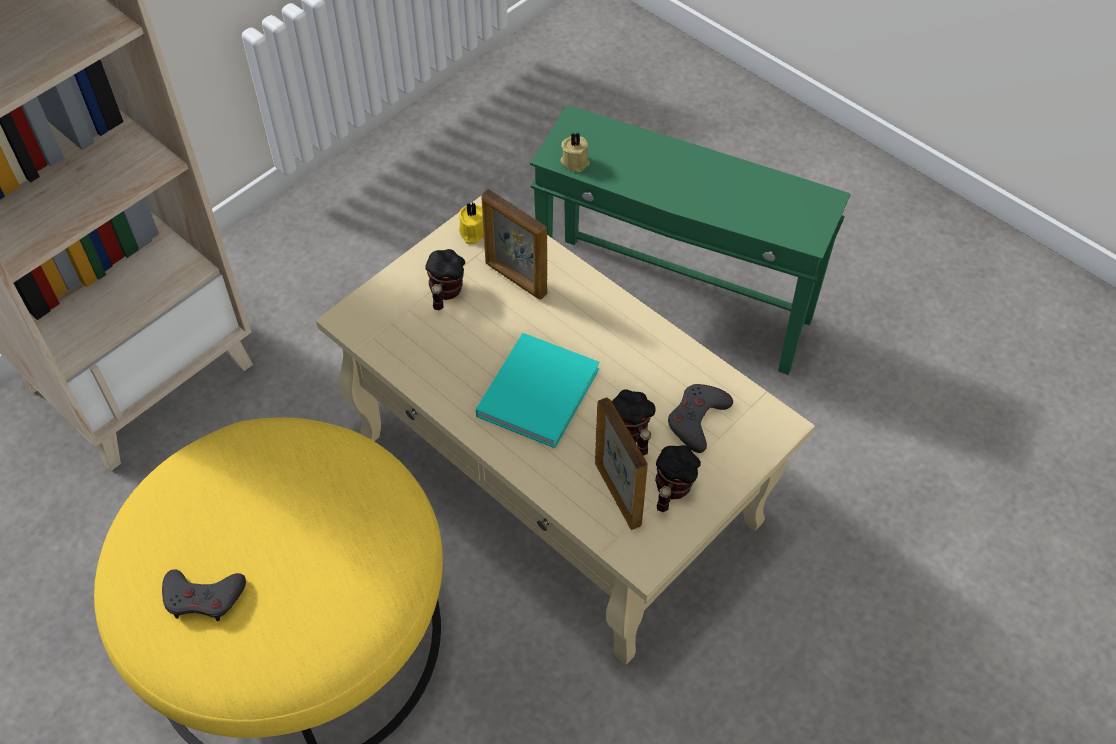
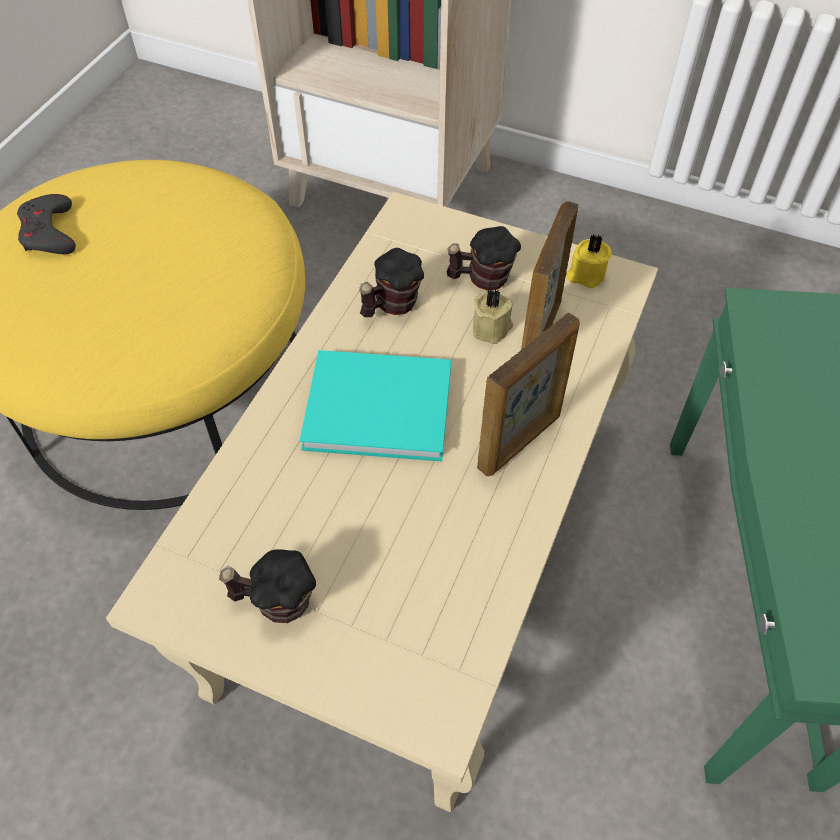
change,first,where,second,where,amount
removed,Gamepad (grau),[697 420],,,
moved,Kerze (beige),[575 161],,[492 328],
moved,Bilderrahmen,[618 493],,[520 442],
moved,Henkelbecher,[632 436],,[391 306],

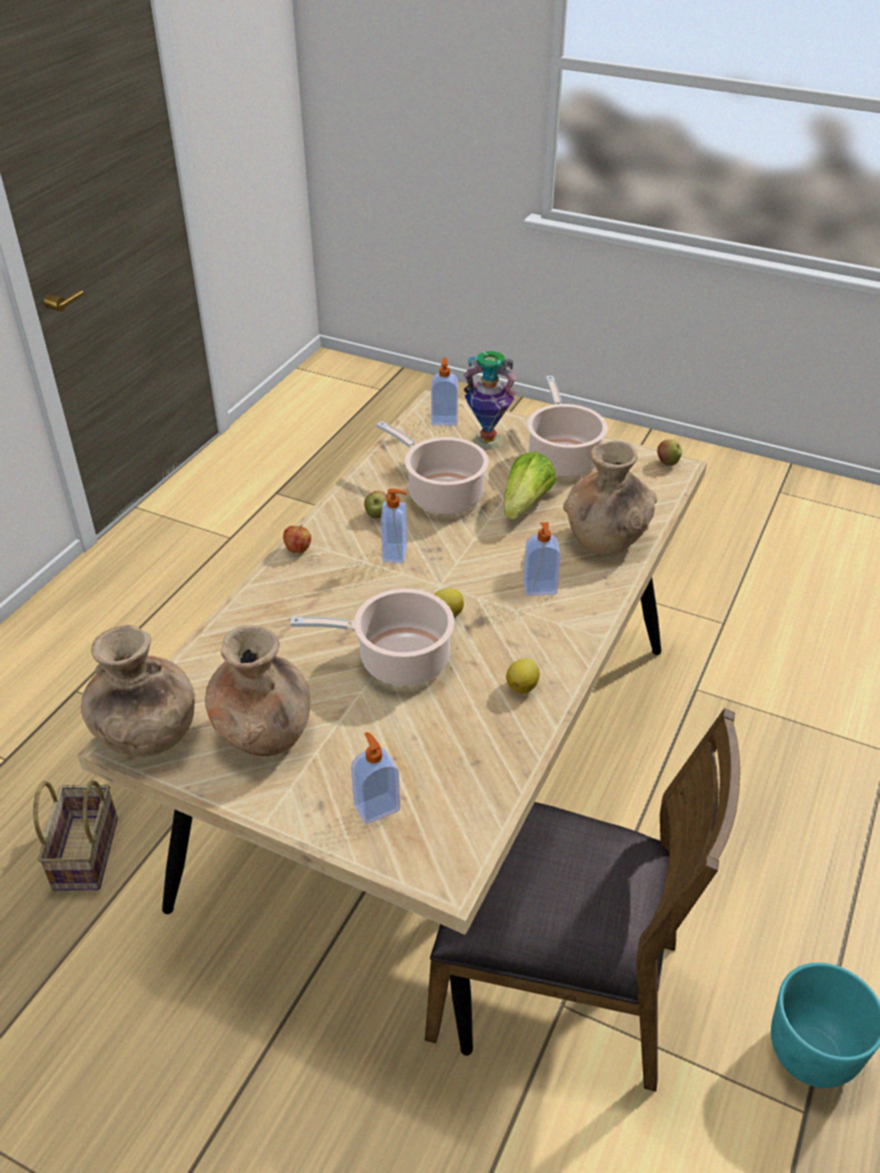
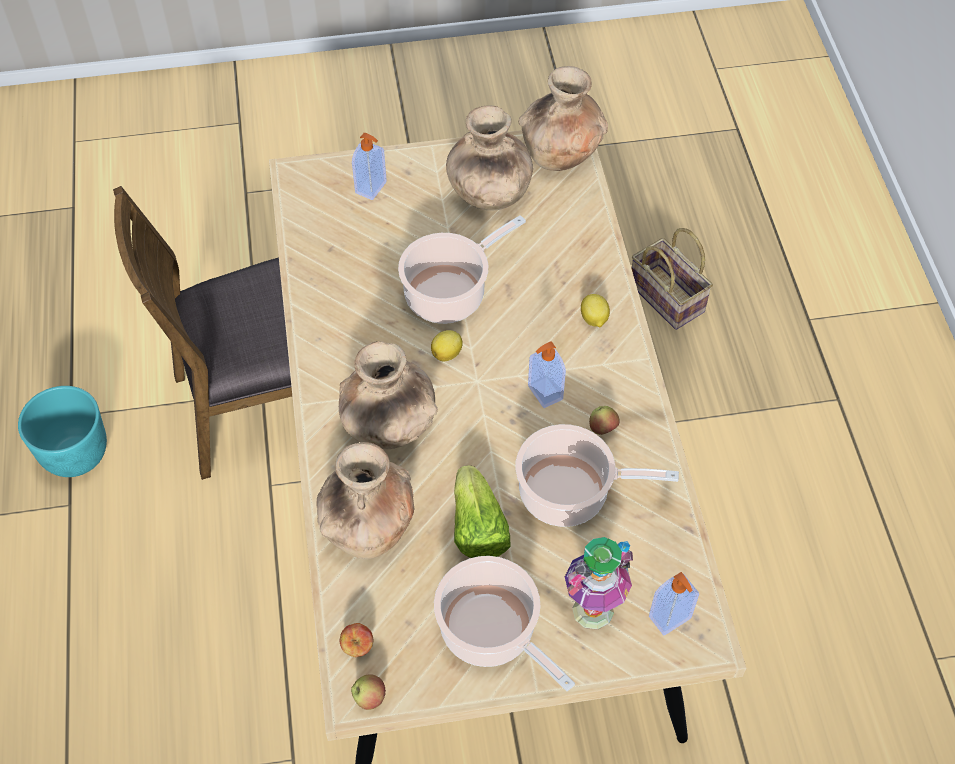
change,first,where,second,where,amount
moved,Apfel,[298 549],,[357 646],
moved,Zitrone,[523 686],,[594 319],
replaced,Seifenspender,[540 589],Vase (braun),[389 426],

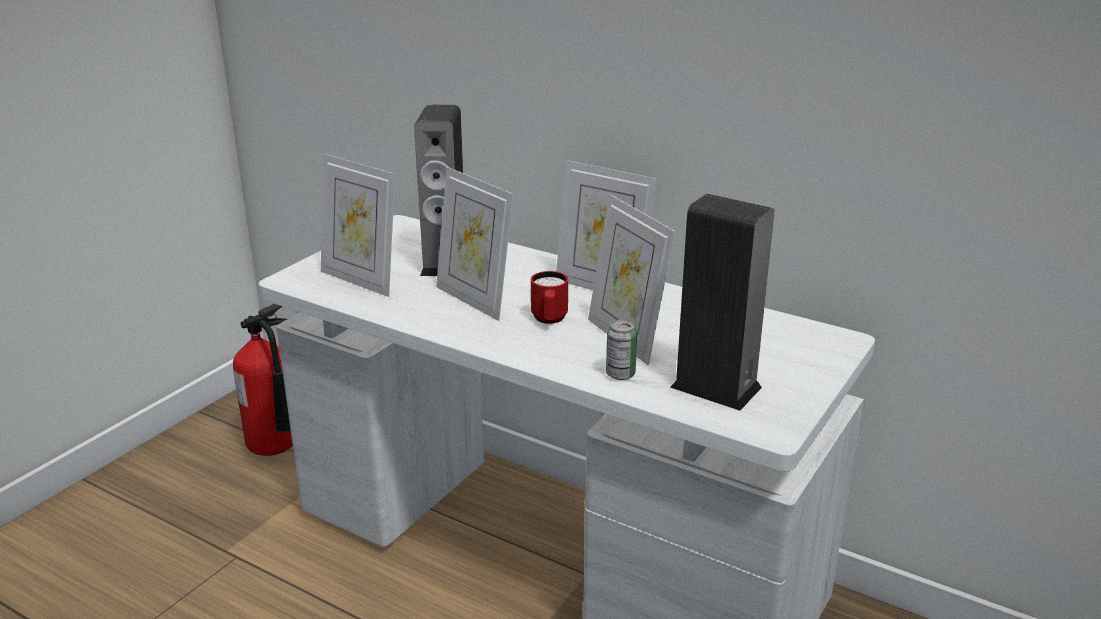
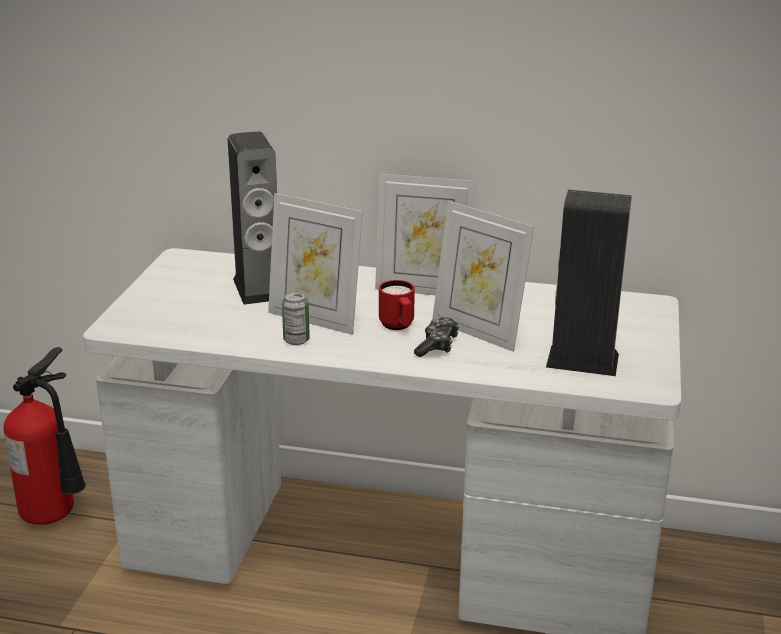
change,first,where,second,where,amount
removed,Bilderrahmen,[361 280],,,
added,,,Gamepad,[437 345],
moved,Dose,[620 374],,[296 340],

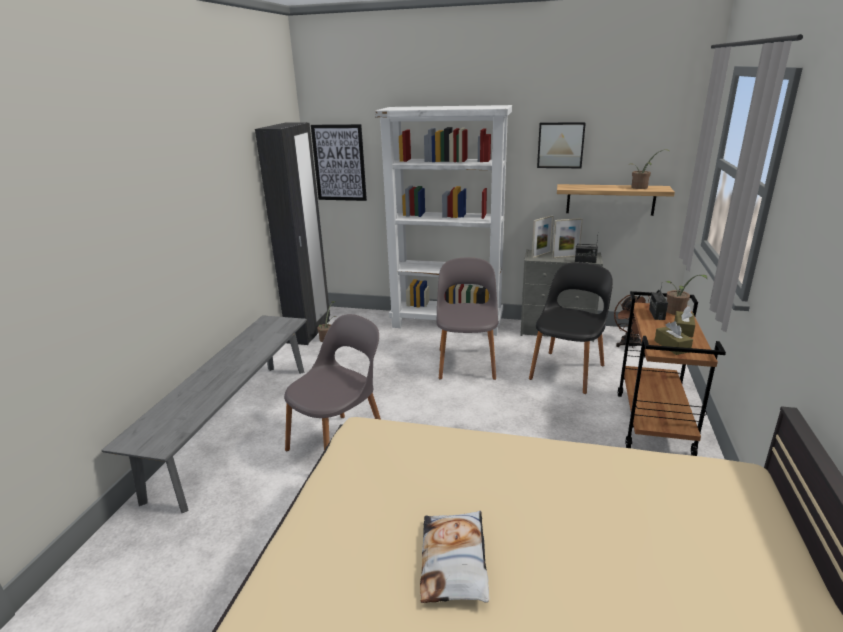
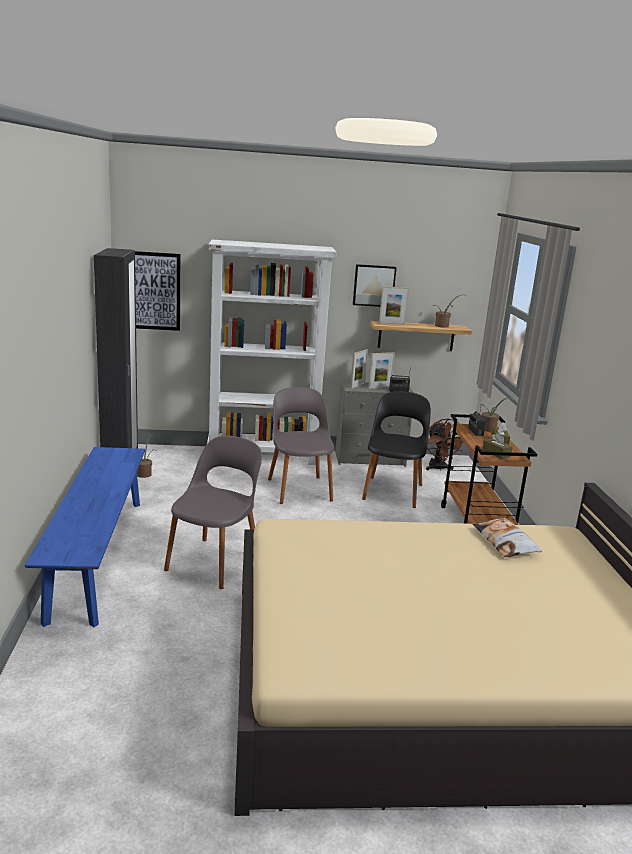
change,first,where,second,where,amount
added,,,Bilderrahmen,[391 323],
moved,Kissen,[455 561],,[505 542],
recoloured,Bank (grau),[235 426],Bank (blau),[97 555],

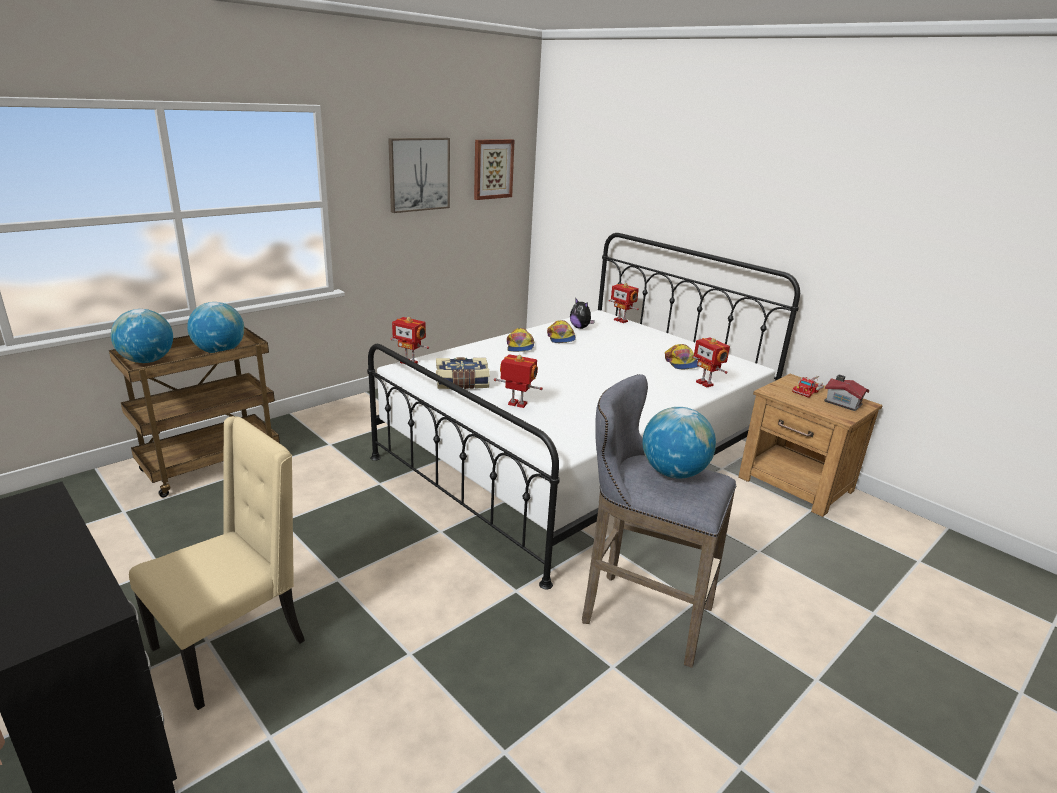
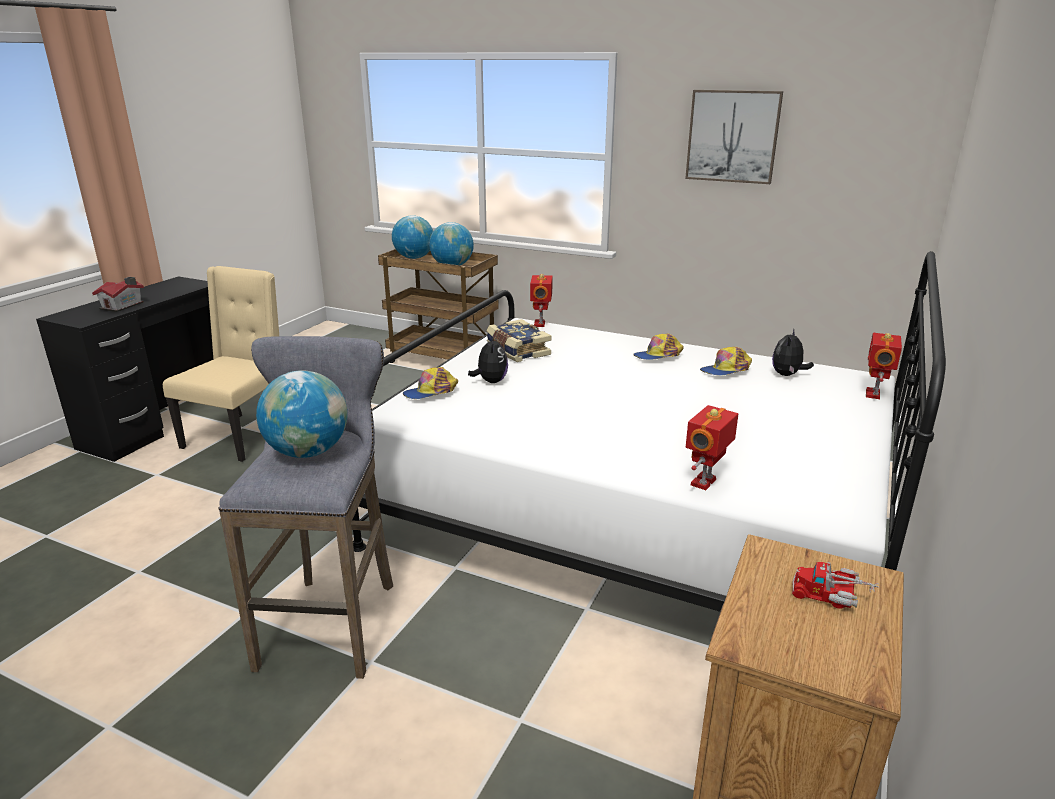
change,first,where,second,where,amount
removed,Bild,[492 169],,,
moved,Kappe,[681 363],,[431 393],
moved,Spielzeughaus,[842 402],,[124 306],
replaced,Spielzeugroboter,[517 404],Plüschtier,[490 381],
turned,Stuhl (beige),[233 644],,[240 436],90 degrees counterclockwise

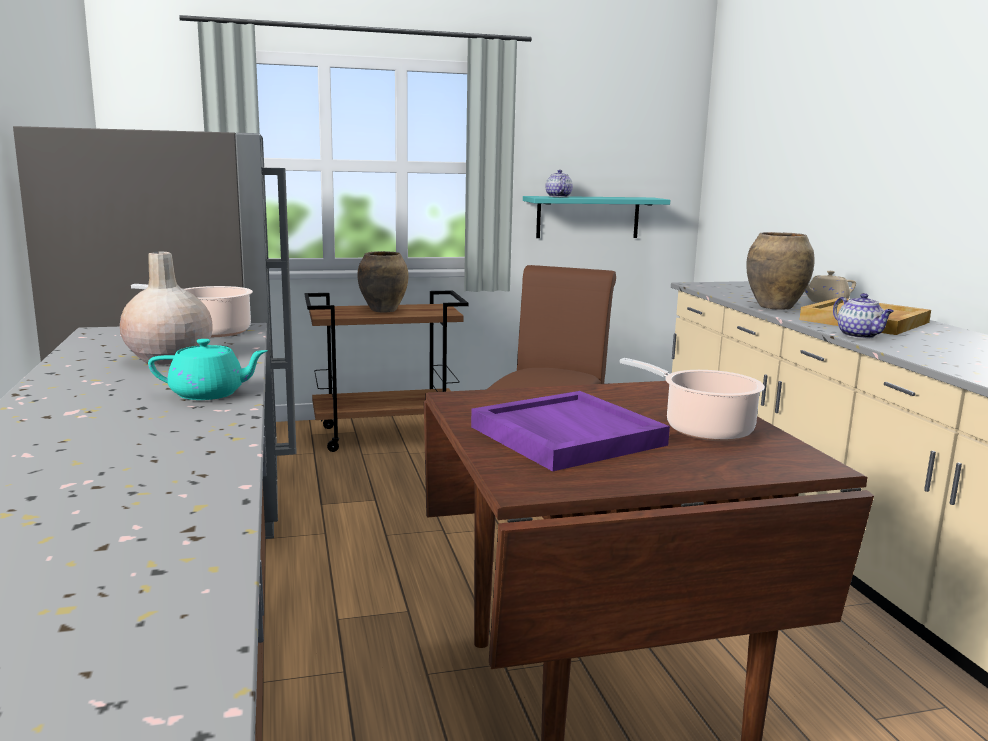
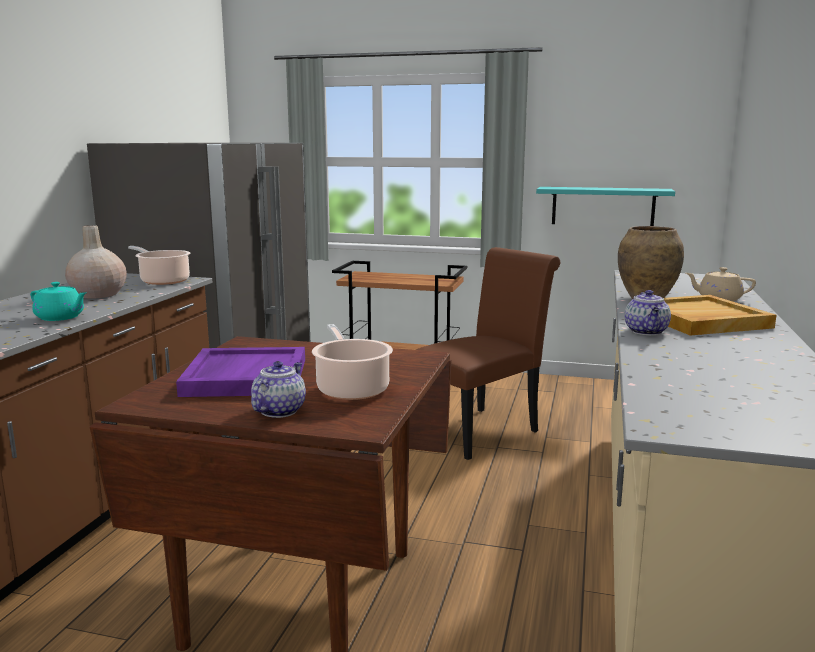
change,first,where,second,where,amount
removed,Vase (braun),[384 310],,,
moved,Teekanne,[558 196],,[279 410],

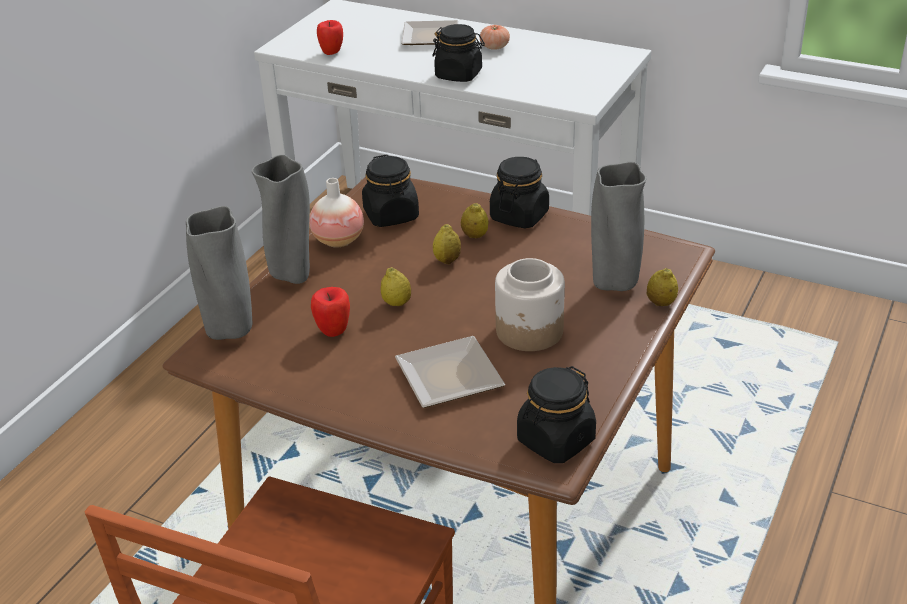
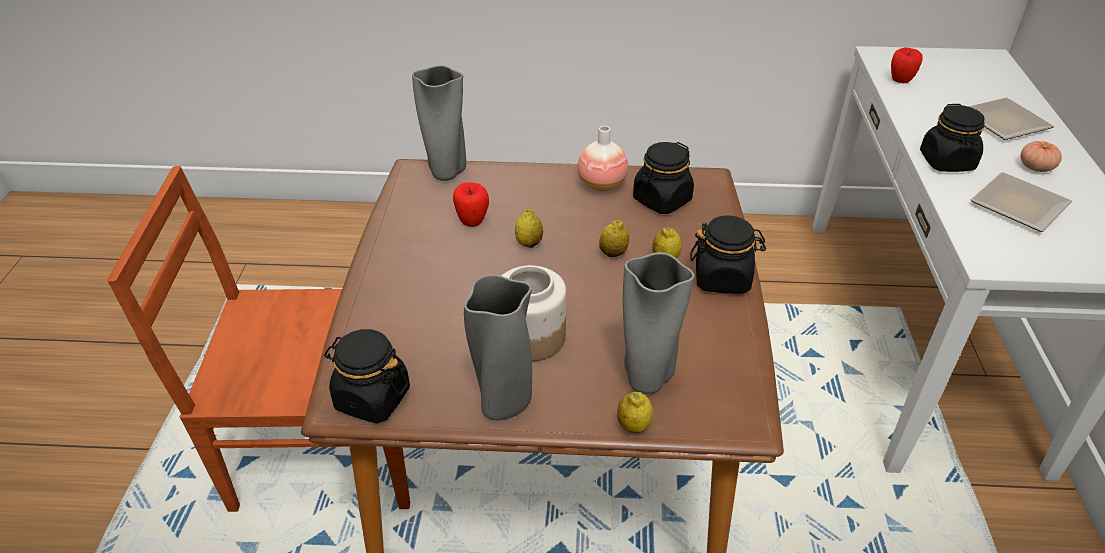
change,first,where,second,where,amount
moved,Vase (grau),[293 275],,[504 404],
moved,Teller,[453 377],,[1020 208],

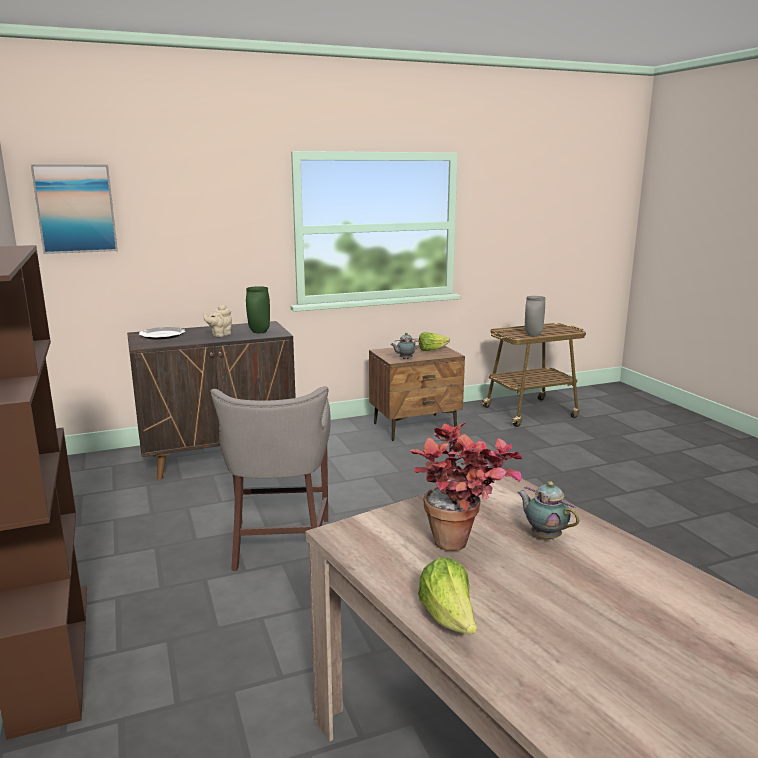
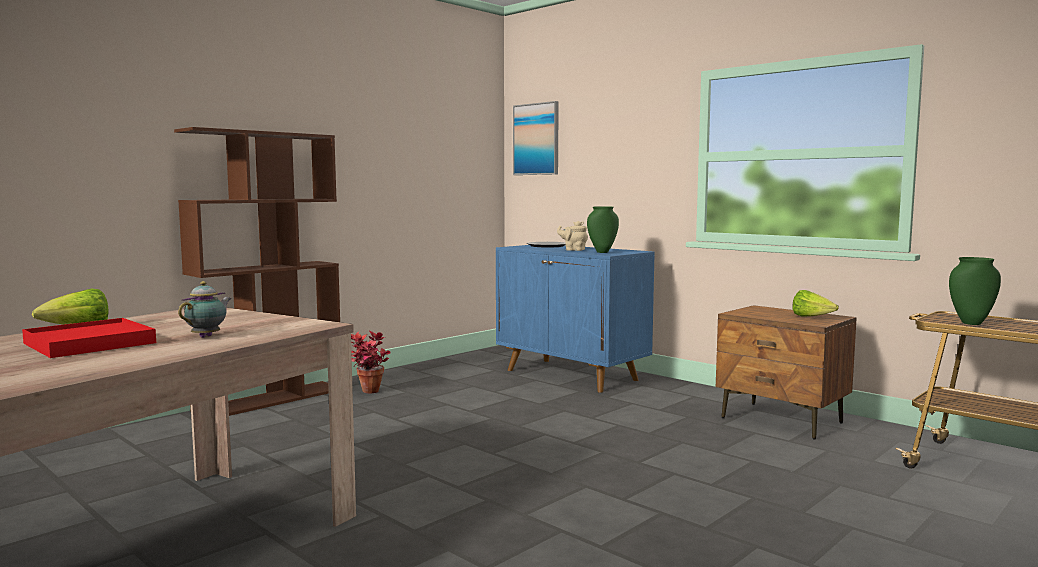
change,first,where,second,where,amount
removed,Hocker (grau),[280 545],,,
removed,Teekanne,[405 359],,,
added,,,Tablett (rot),[89 343],
moved,Topfpflanze,[463 547],,[368 393],
recoloured,Schrank (braun),[220 457],Schrank (blau),[572 375],
recoloured,Vase (grau),[532 334],Vase (grün),[971 323],

